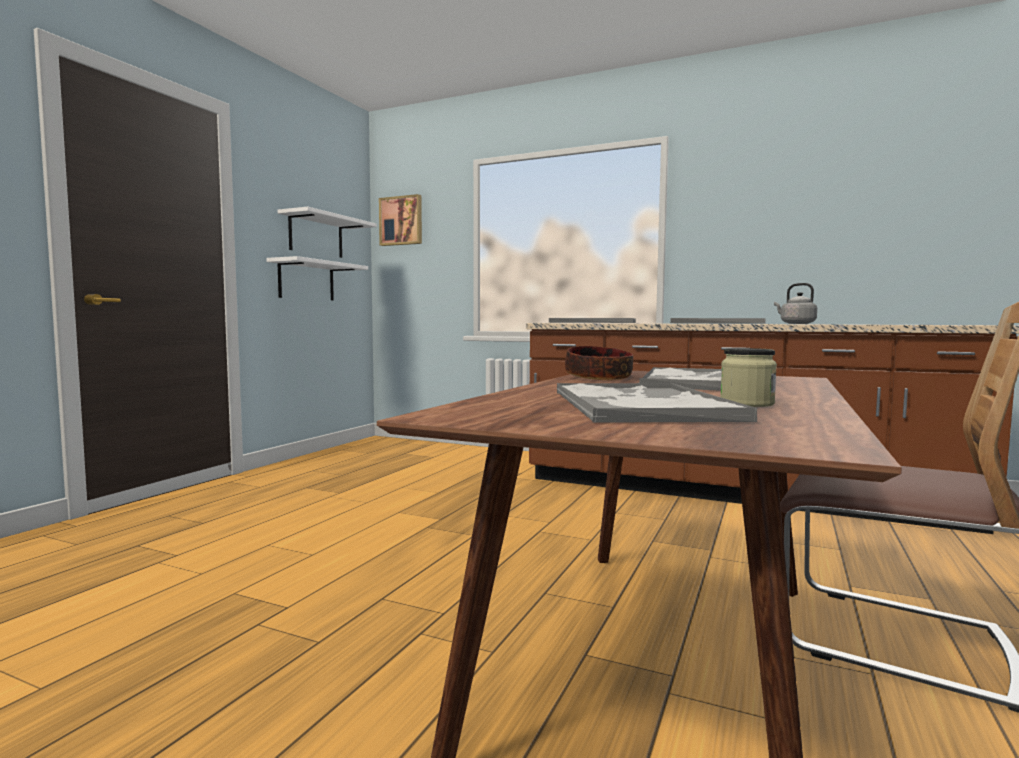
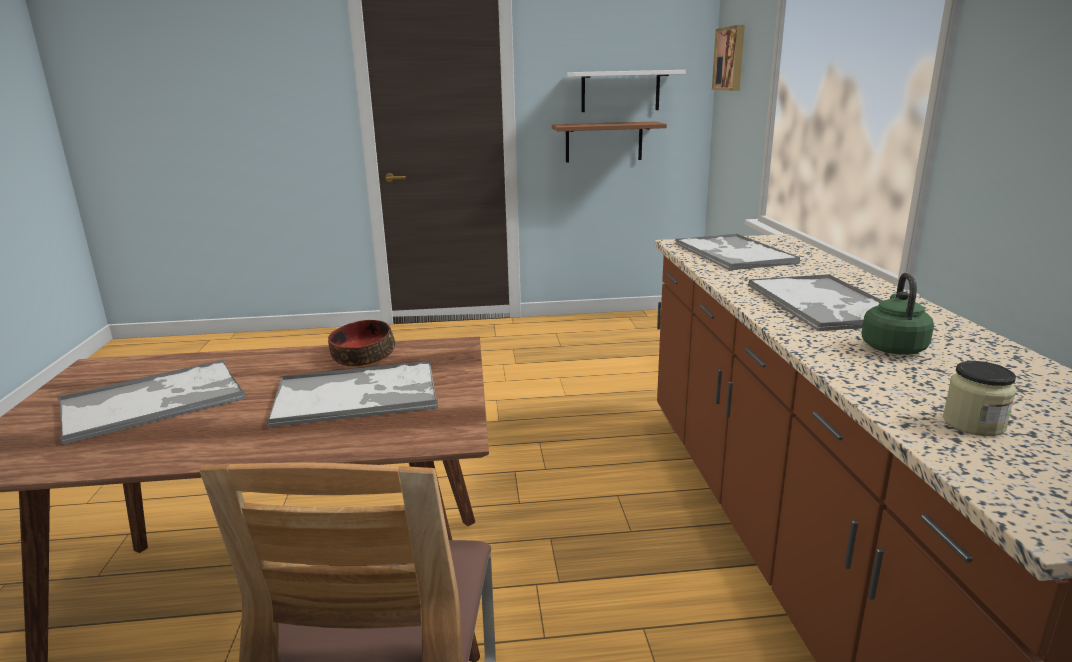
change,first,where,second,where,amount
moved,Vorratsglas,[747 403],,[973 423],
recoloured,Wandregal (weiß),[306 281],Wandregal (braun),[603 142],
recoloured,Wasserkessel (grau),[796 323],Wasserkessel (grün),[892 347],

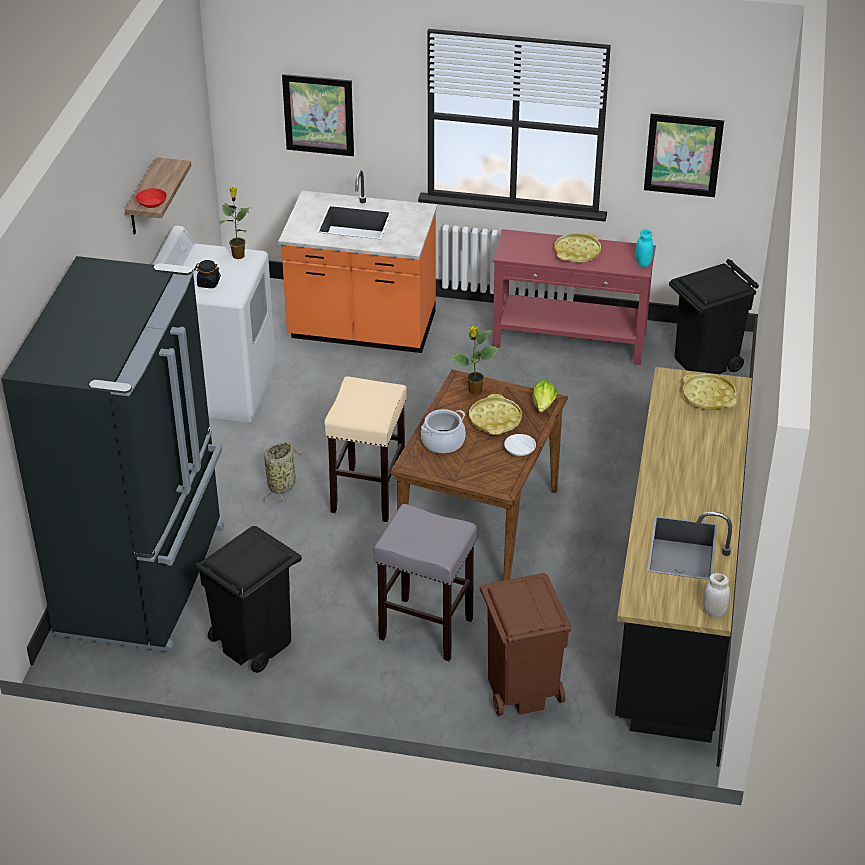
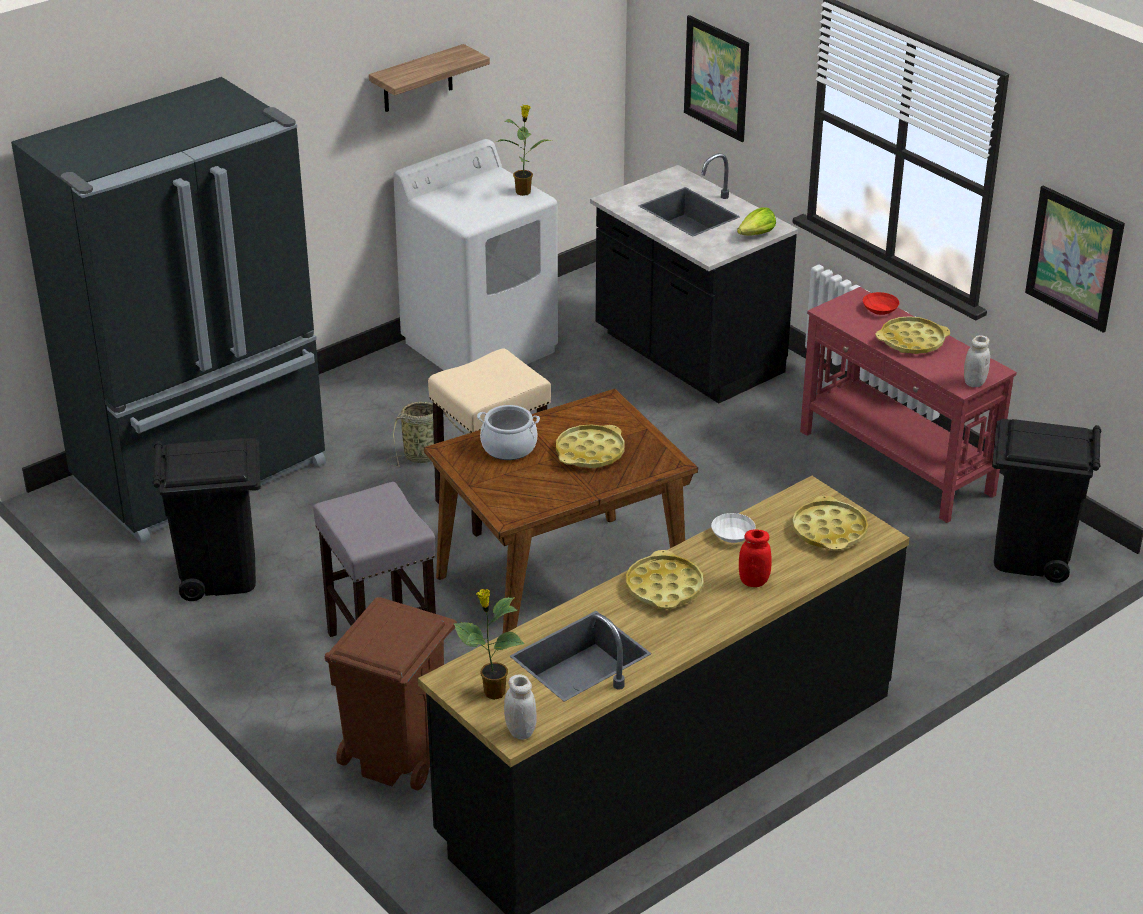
change,first,where,second,where,amount
removed,Vorratsglas (schwarz),[208 283],,,
added,,,Tablett (gelb),[664 587],
added,,,Vorratsglas (rot),[753 581],
moved,Schüssel (rot),[152 203],,[881 310],
moved,Topfpflanze,[474 391],,[493 692],
moved,Schüssel (weiß),[520 450],,[733 536],
moved,Salatkopf,[543 405],,[757 234],
recoloured,Küchenzeile (orange),[362 329],Küchenzeile (schwarz),[687 355],
recoloured,Vorratsglas (türkis),[643 263],Vorratsglas (weiß),[974 382],

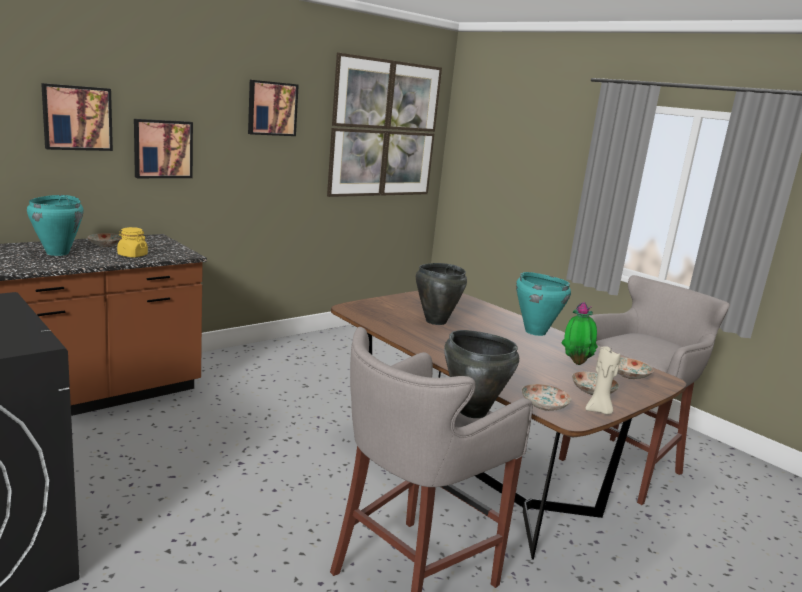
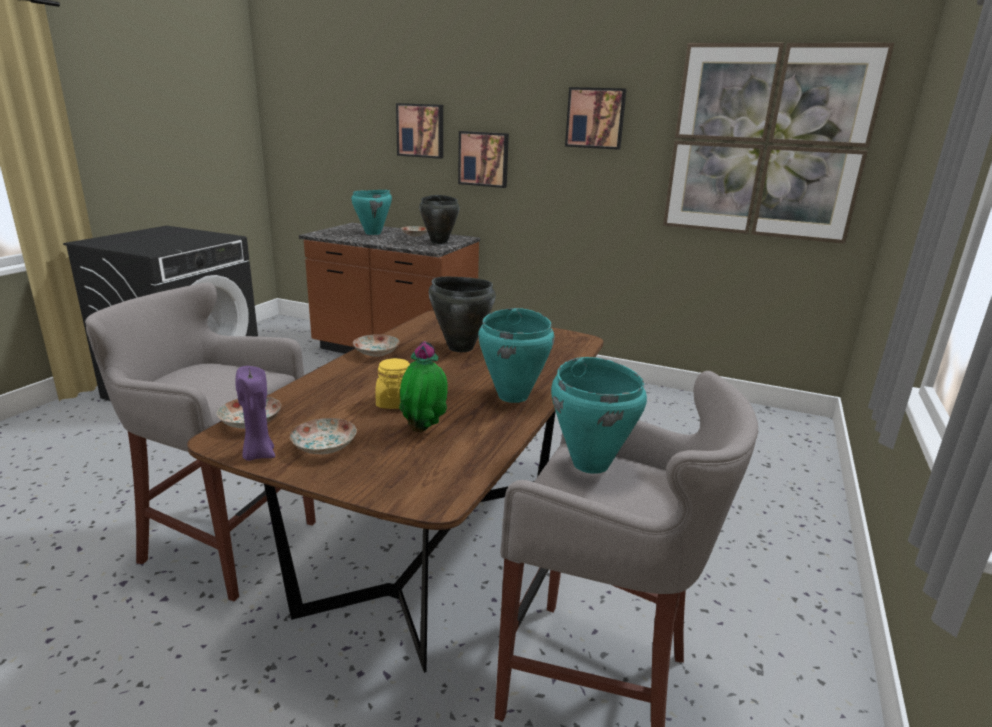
change,first,where,second,where,amount
added,,,Kochtopf (türkis),[591 463],
moved,Vorratsglas (gelb),[132 255],,[395 402],
moved,Kochtopf (schwarz),[472 411],,[439 242],
moved,Teller,[628 375],,[376 353],
recoloured,Kerze (beige),[598 411],Kerze (lila),[258 454],

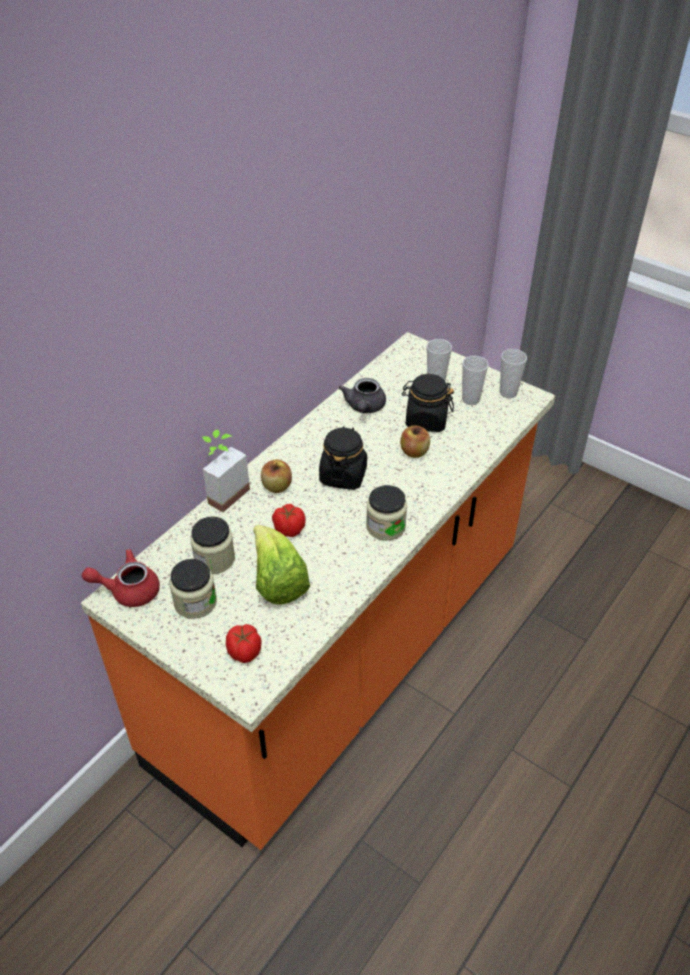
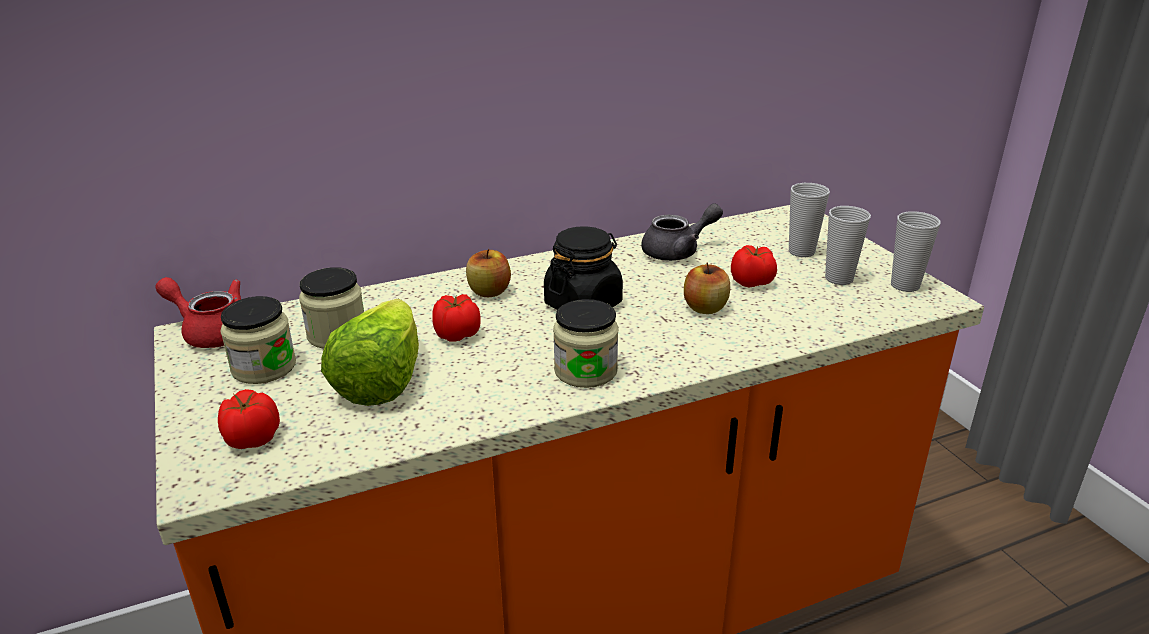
change,first,where,second,where,amount
removed,Topfpflanze,[222 492],,,
replaced,Vorratsglas (schwarz),[426 420],Tomate,[752 282],
turned,Teekanne (grau),[364 407],,[678 251],150 degrees counterclockwise

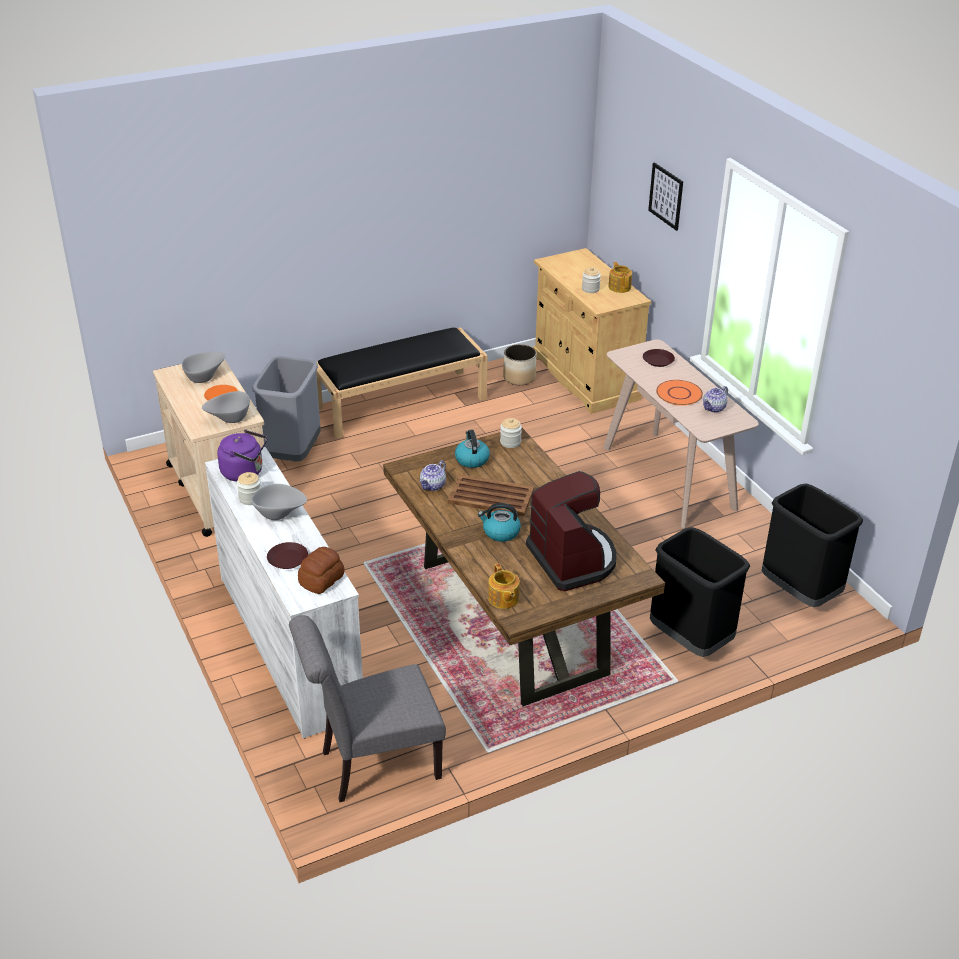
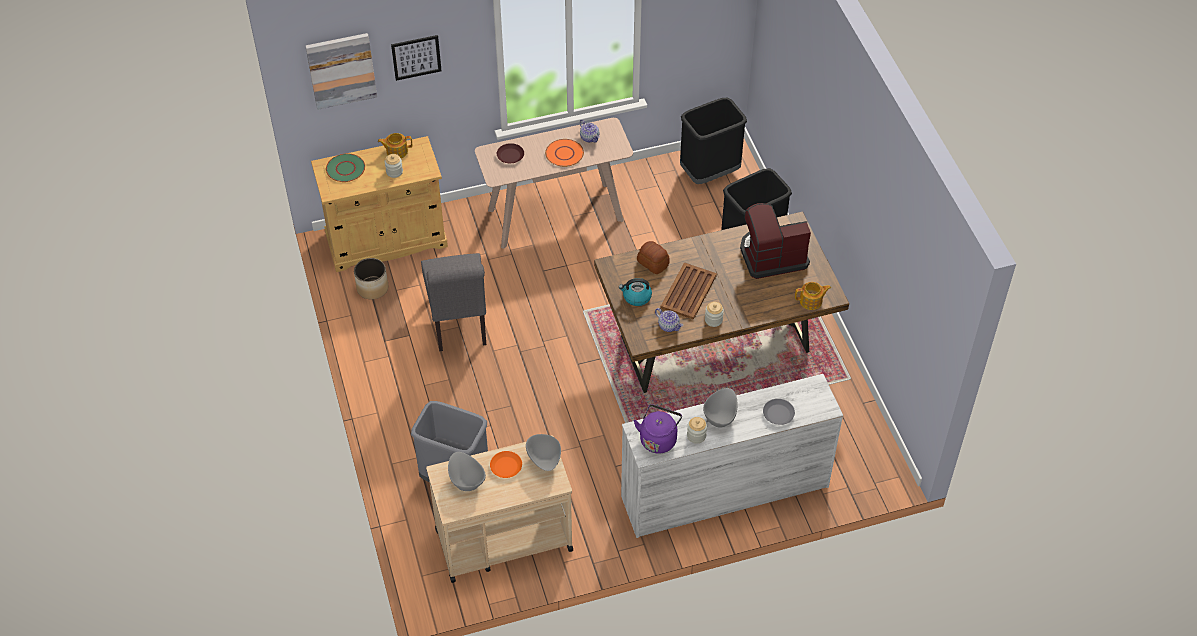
change,first,where,second,where,amount
removed,Bank (schwarz),[401 402],,,
removed,Wasserkessel,[500 532],,,
added,,,Bild,[341 70],
added,,,Teller (grün),[345 168],
moved,Stuhl (grau),[372 765],,[459 325],
moved,Brot,[322 580],,[653 263],
moved,Vorratsglas,[510 442],,[713 320],
recoloured,Teller (braun),[288 559],Teller (grau),[778 414],

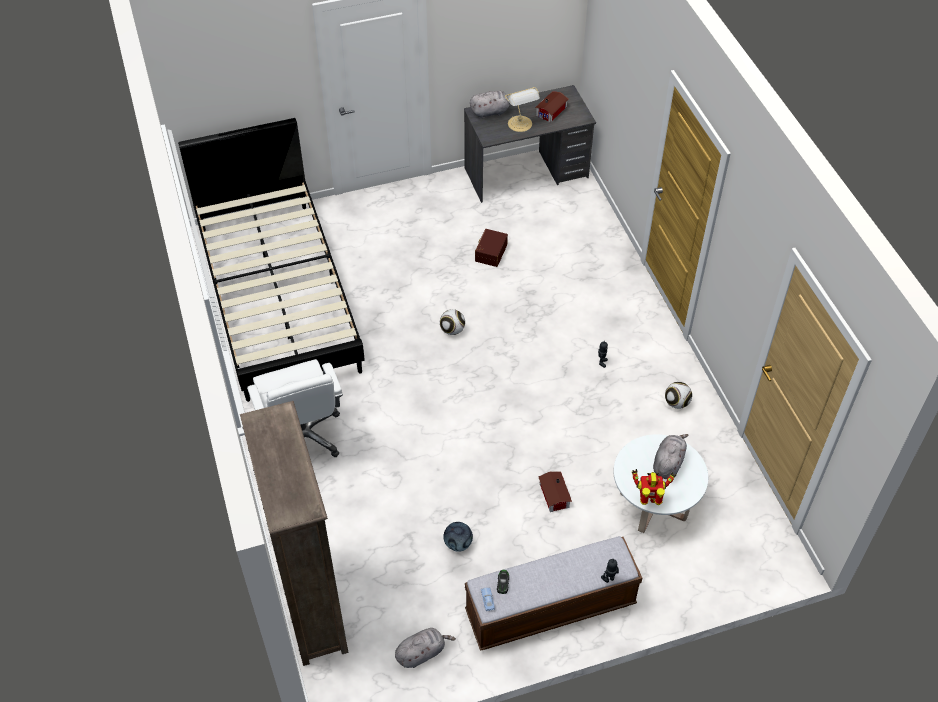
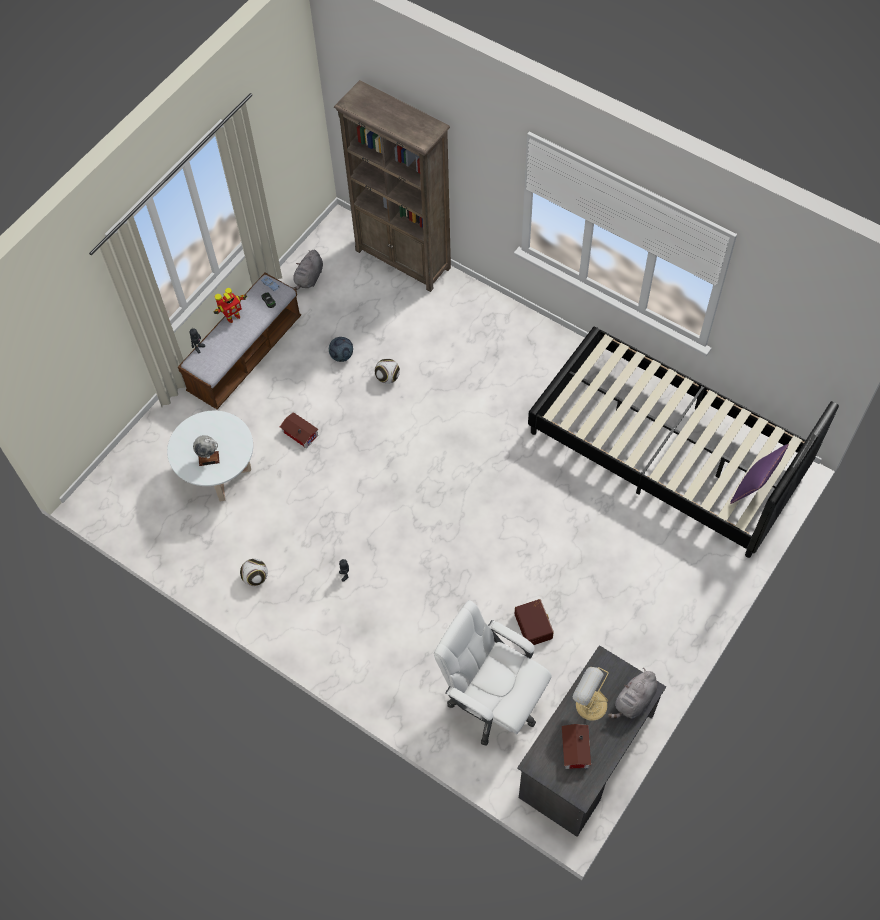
change,first,where,second,where,amount
added,,,Kissen (lila),[753 488],
moved,Bürostuhl (weiß),[303 437],,[492 701],
moved,Fußball,[452 330],,[387 378],
moved,Spielzeugroboter,[648 501],,[232 317],
replaced,Plüschtier (grau),[668 463],Globus,[209 458],

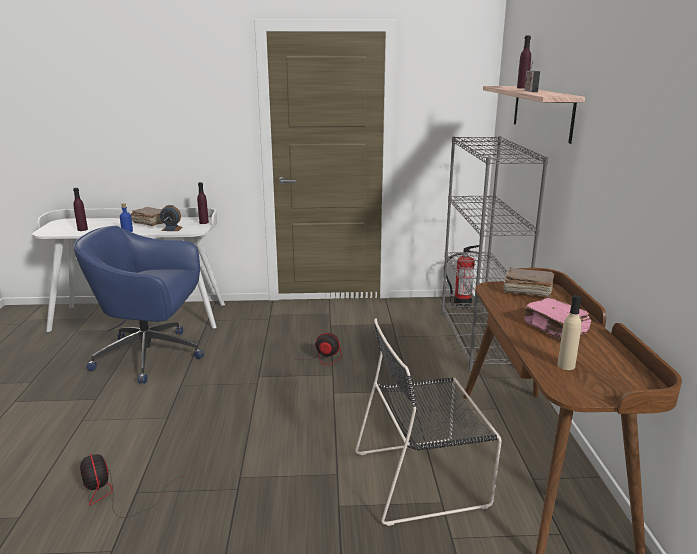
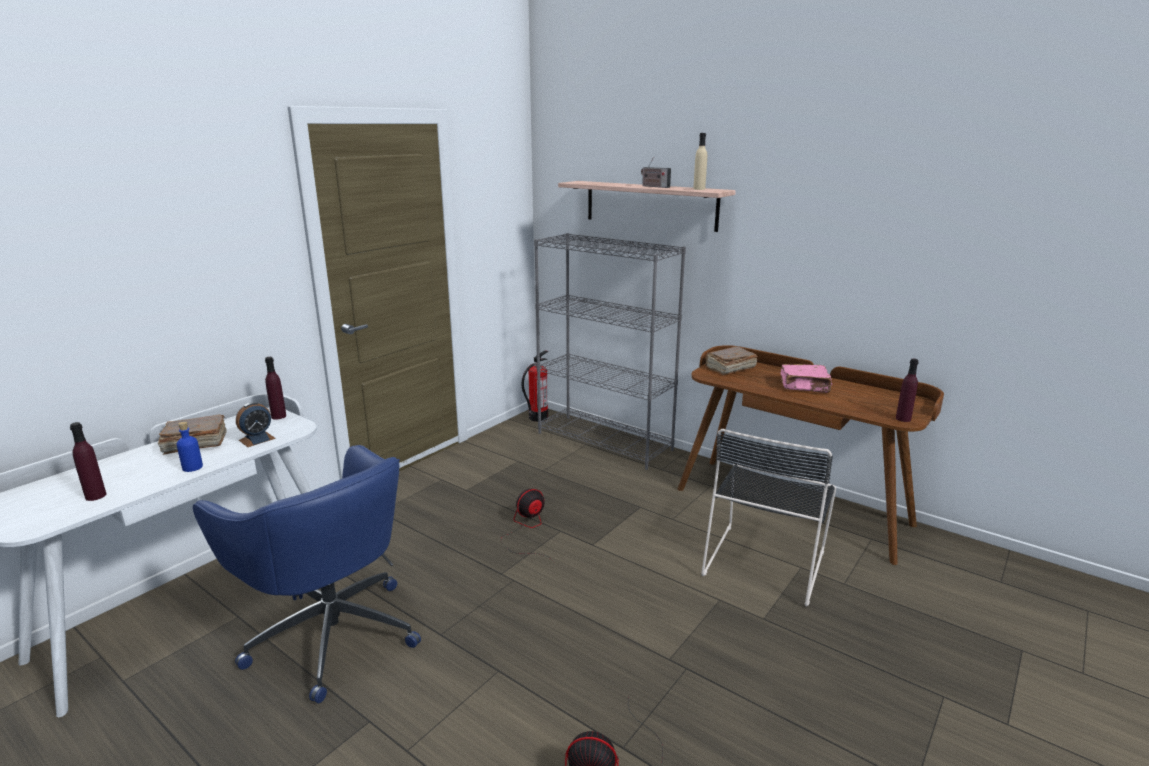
change,first,where,second,where,amount
moved,Flasche (lila),[522 88],,[903 419],
moved,Flasche (beige),[566 365],,[699 189],
turned,Bürostuhl (blau),[152 356],,[332 632],90 degrees counterclockwise

